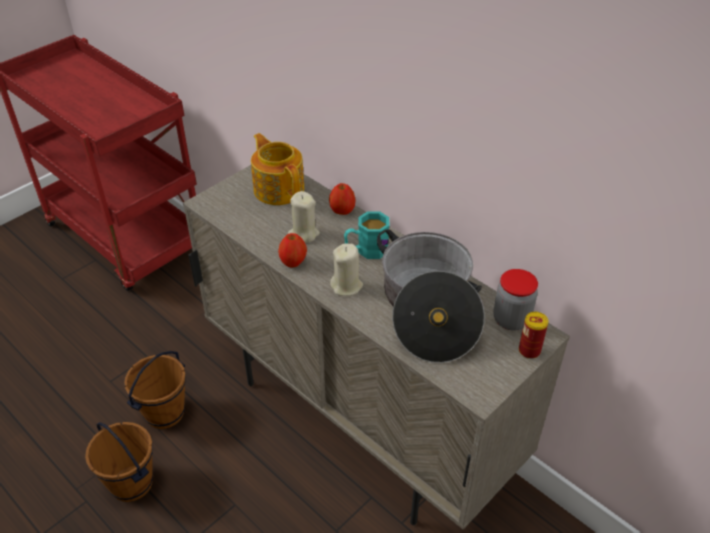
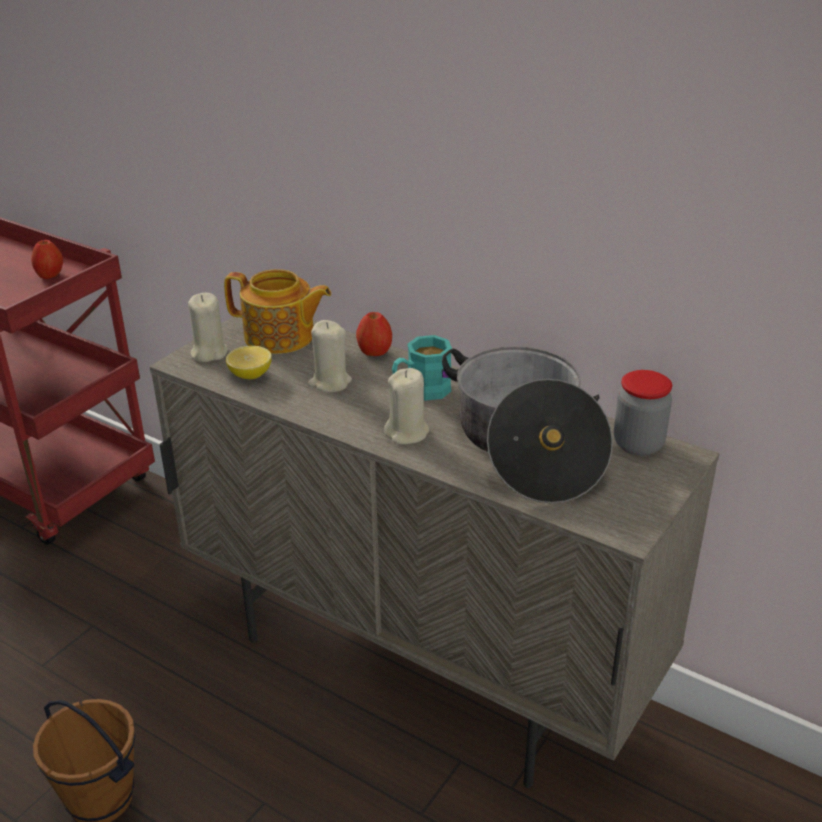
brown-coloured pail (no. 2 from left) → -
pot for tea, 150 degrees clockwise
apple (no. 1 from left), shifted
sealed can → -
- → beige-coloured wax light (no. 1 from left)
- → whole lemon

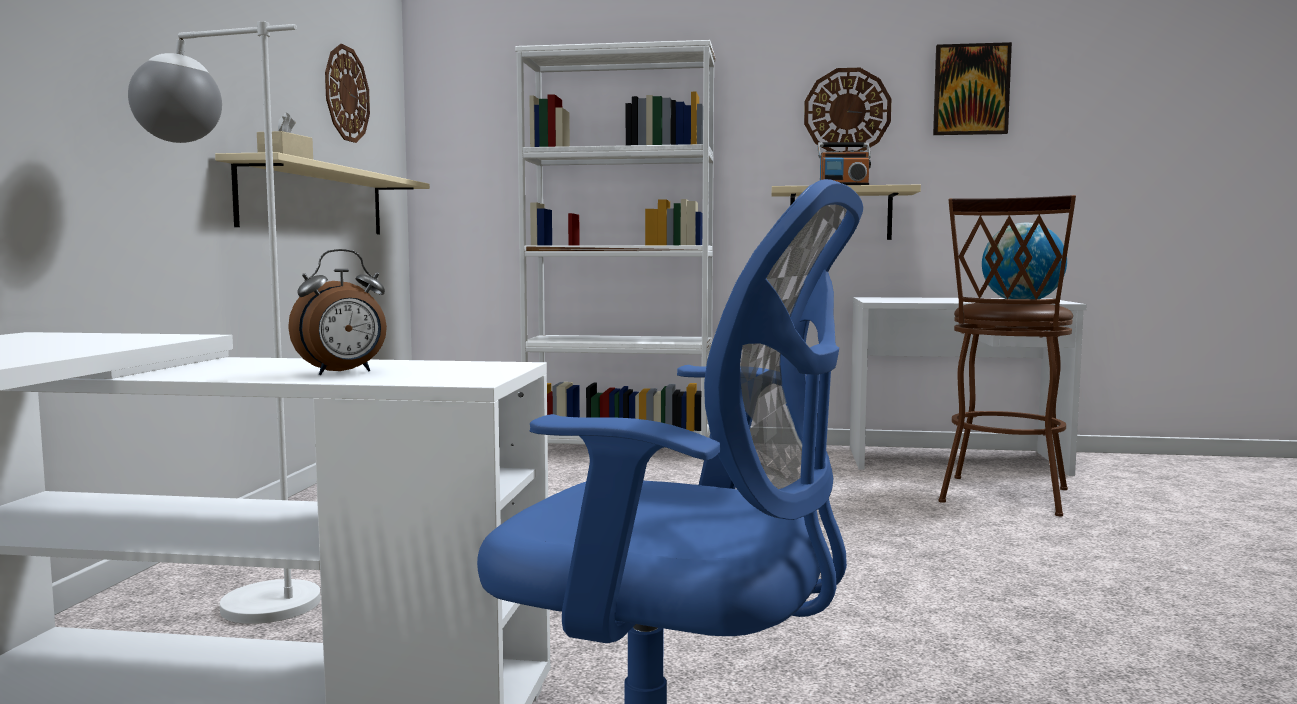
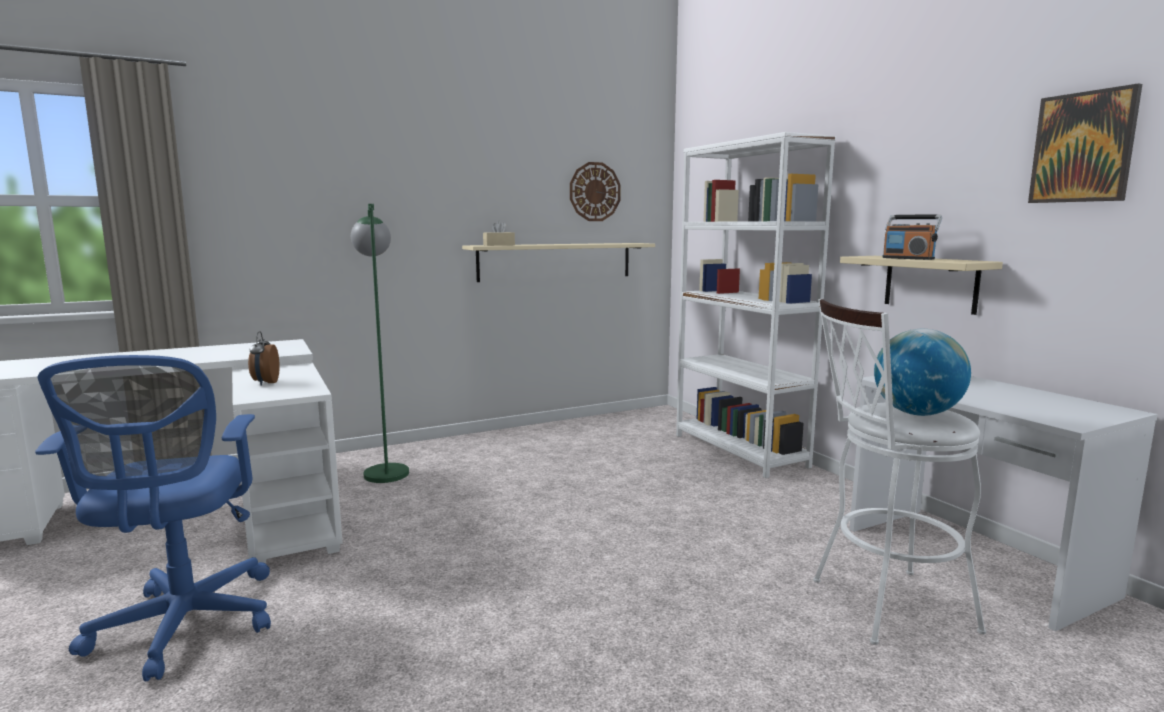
white-coloured floor lamp → green floor lamp
table clock, 60 degrees clockwise
wall clock (no. 2 from left) → -
brown-coloured sitting stool → white-coloured sitting stool

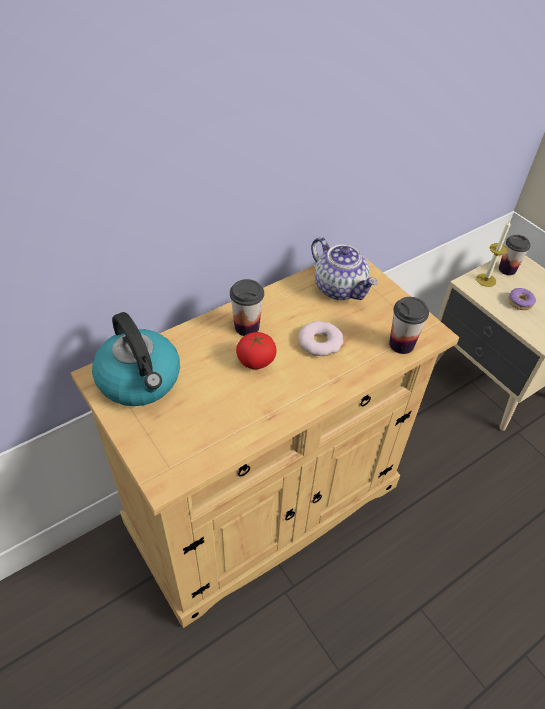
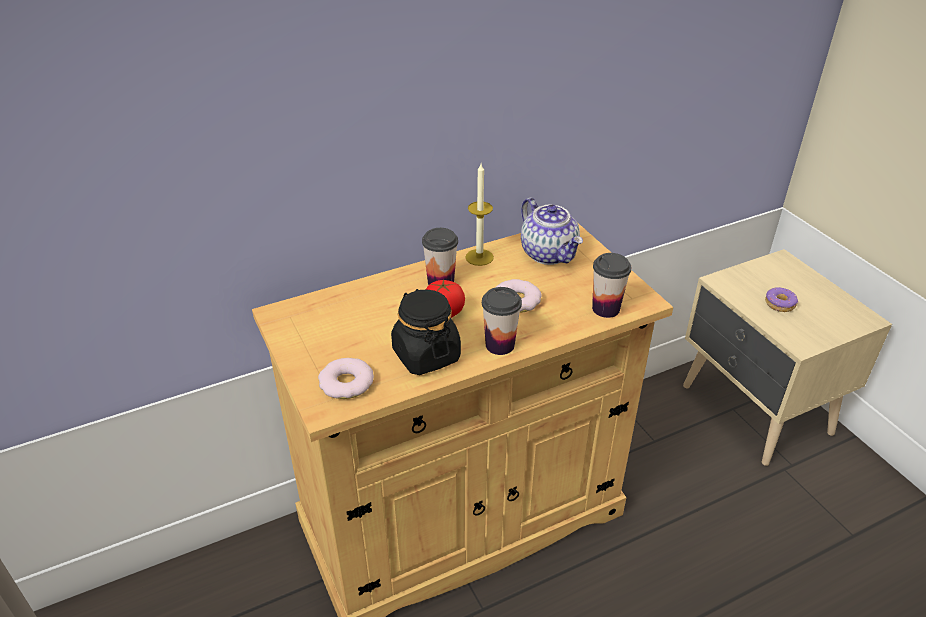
kettle → -
wax light, shifted
cup (no. 3 from left in the first image) → cup (no. 2 from left), shifted
- → donut (no. 1 from left)
- → black-coloured jar

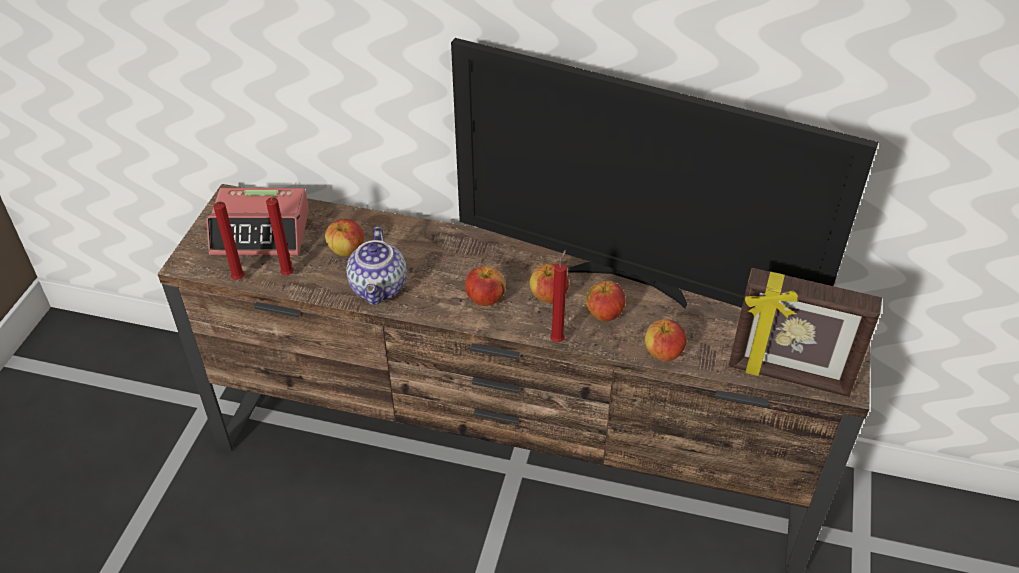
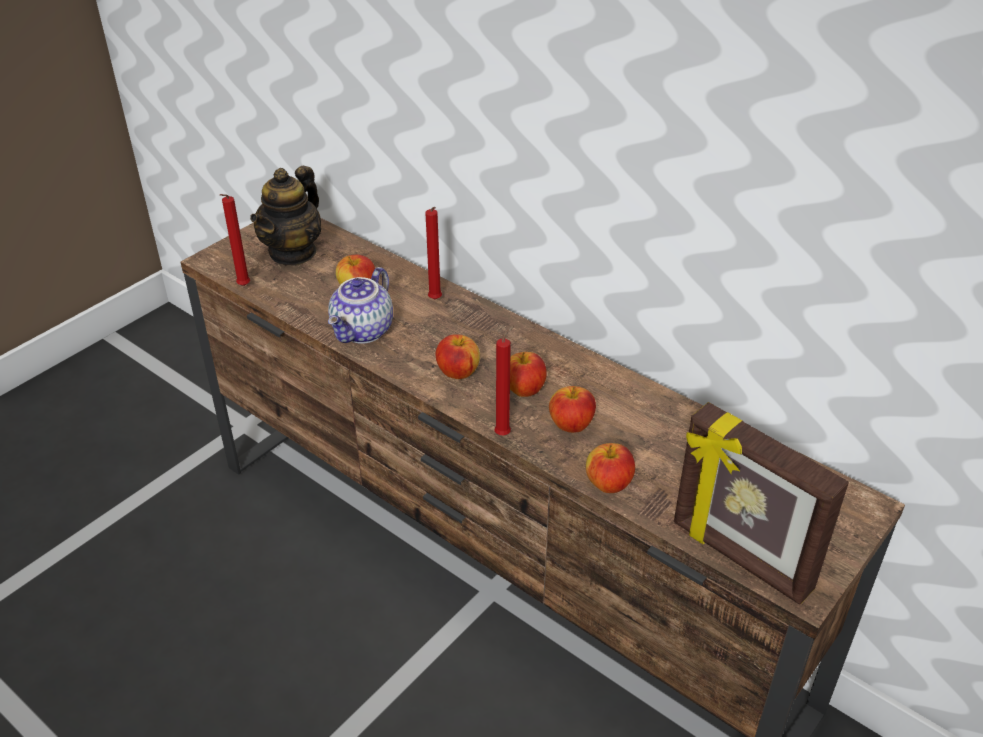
table clock → pot for tea (no. 1 from left)
red wax light (no. 2 from left), shifted
TV → -

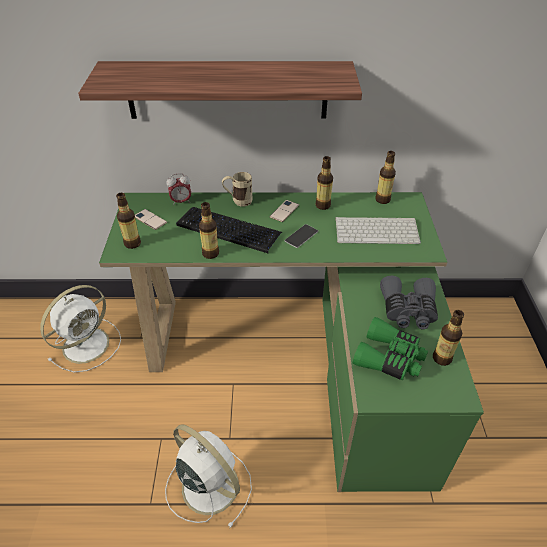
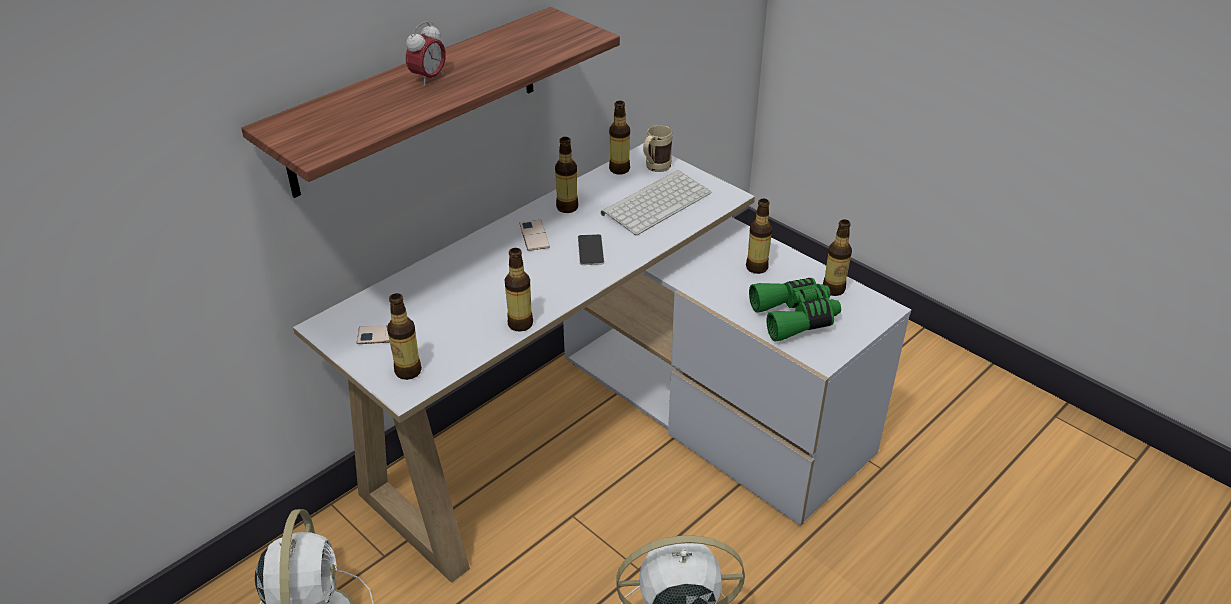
green desk table → white-coloured desk table
table clock, shifted
PC keyboard (no. 1 from left) → -
beige-coloured coffee mug, shifted
greyish binoculars → beverage bottle (no. 5 from left)

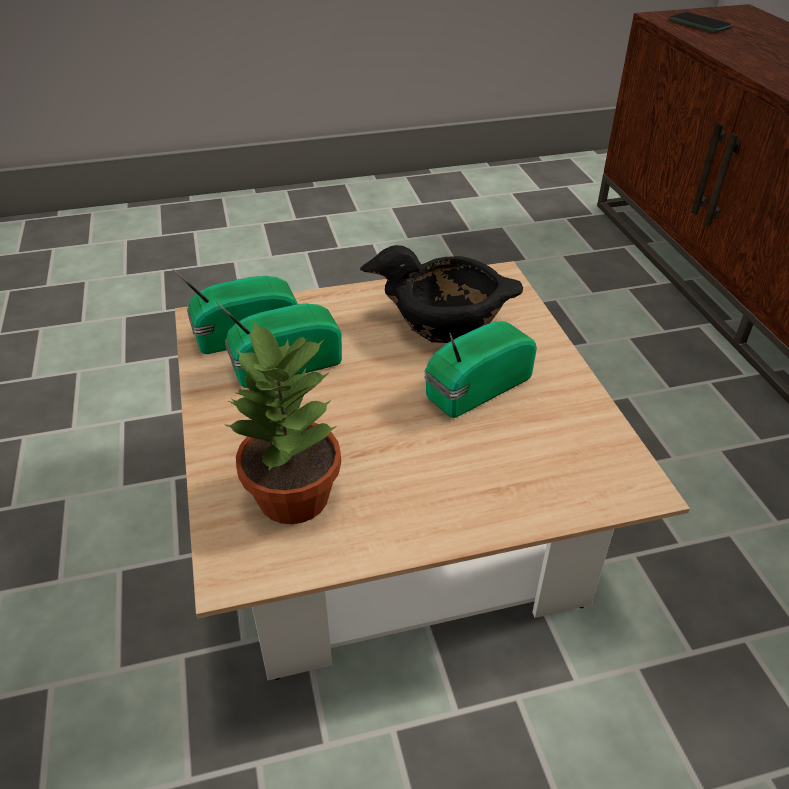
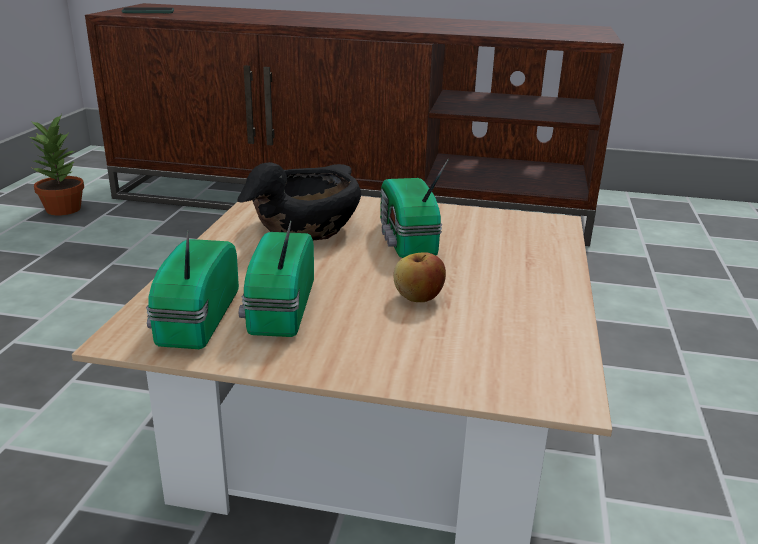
houseplant, shifted
- → apple

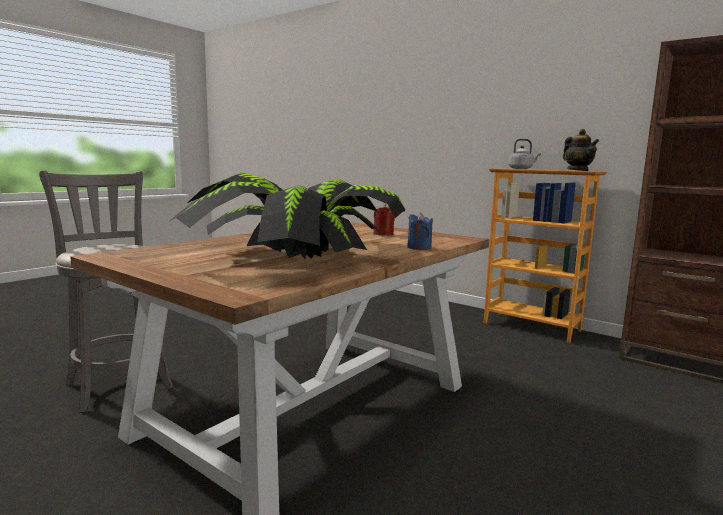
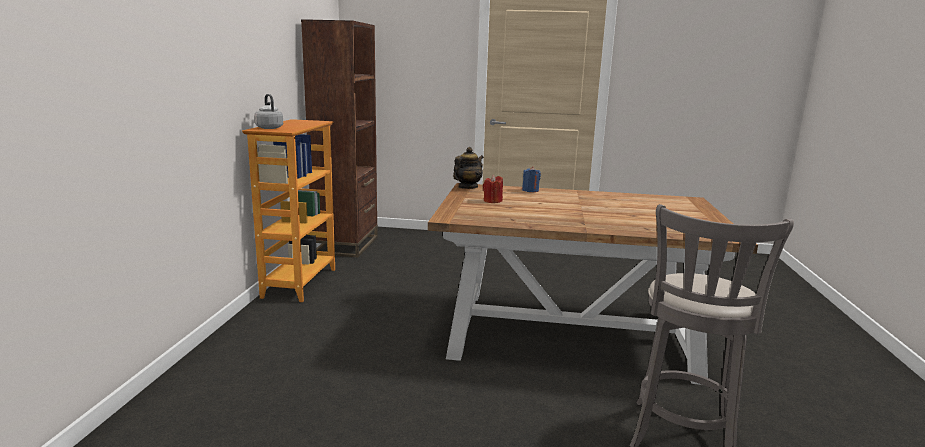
houseplant → -
pot for tea, shifted

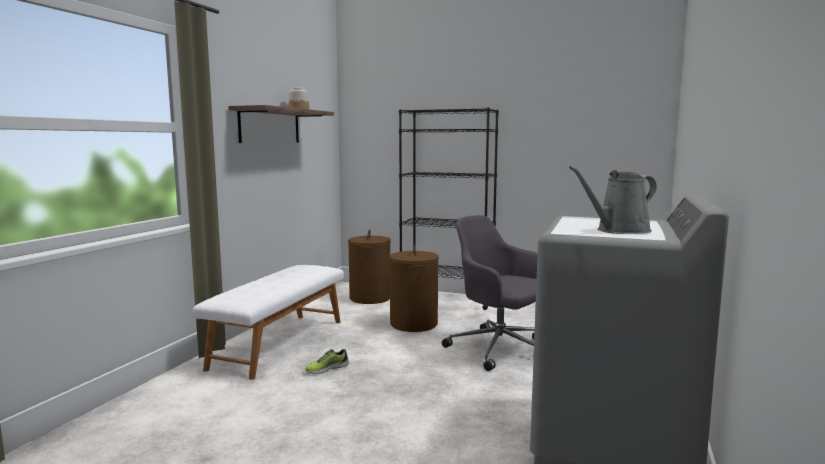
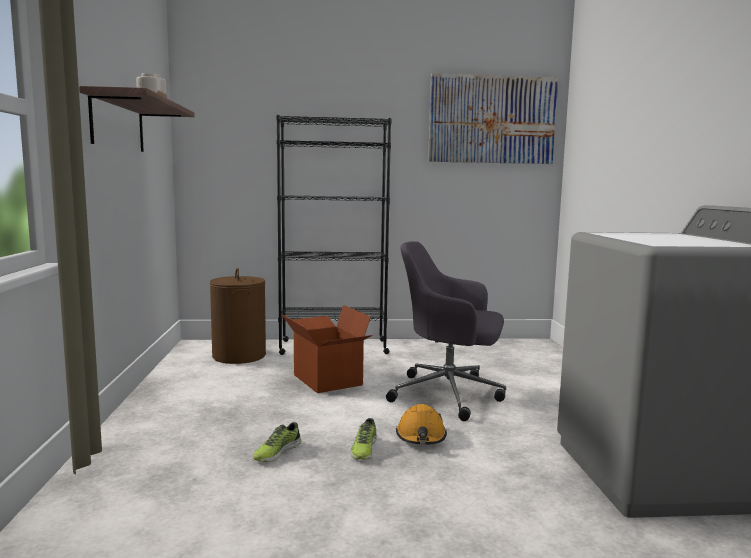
white-coloured bench → -
brown-coloured washing basket (no. 2 from left) → cardboard box
greyish sprinkling can → -
- → item of footwear (no. 2 from left)
- → orange hard hat
- → picture

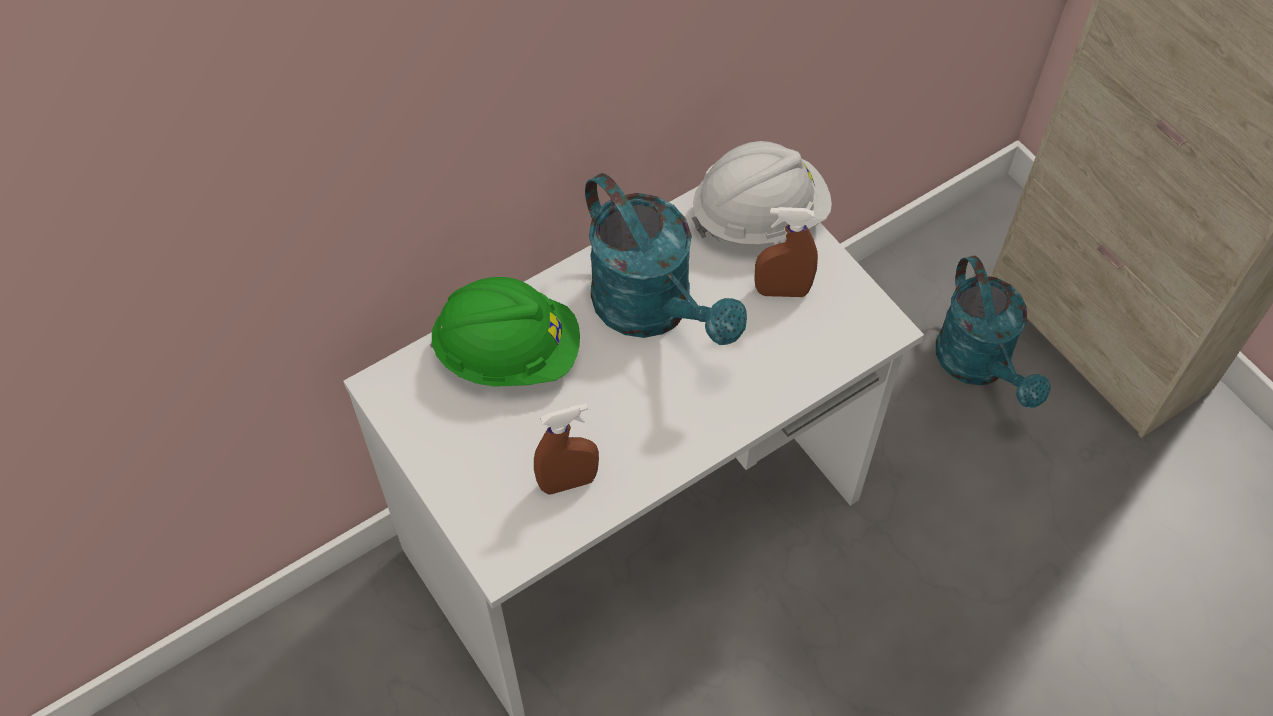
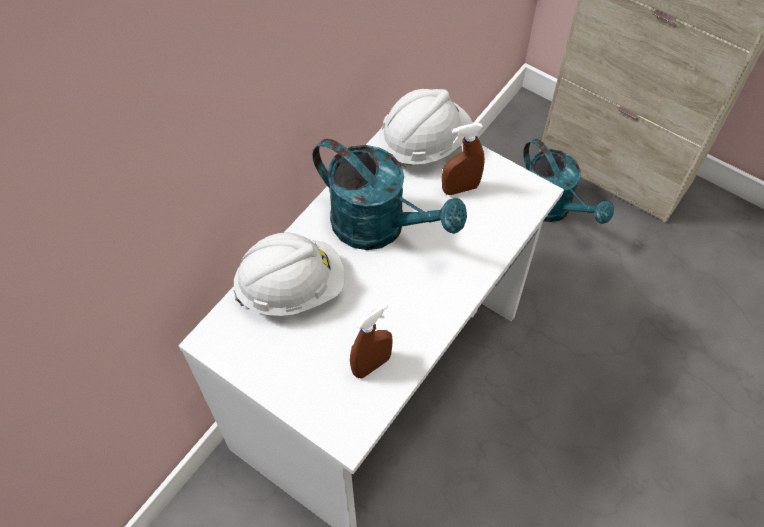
green hard hat → white-coloured hard hat (no. 1 from left)

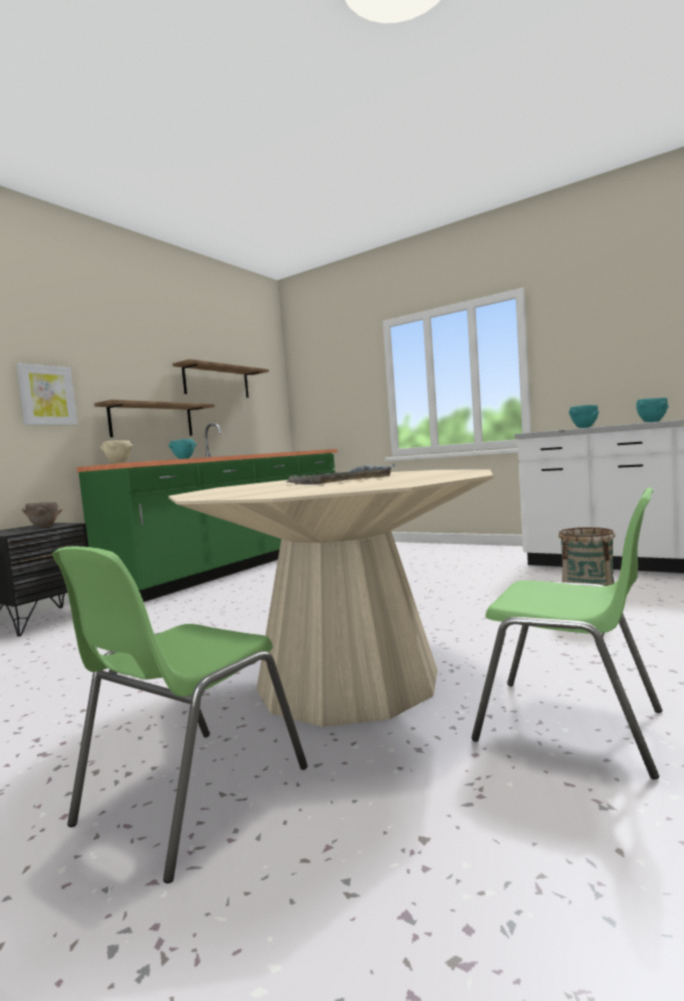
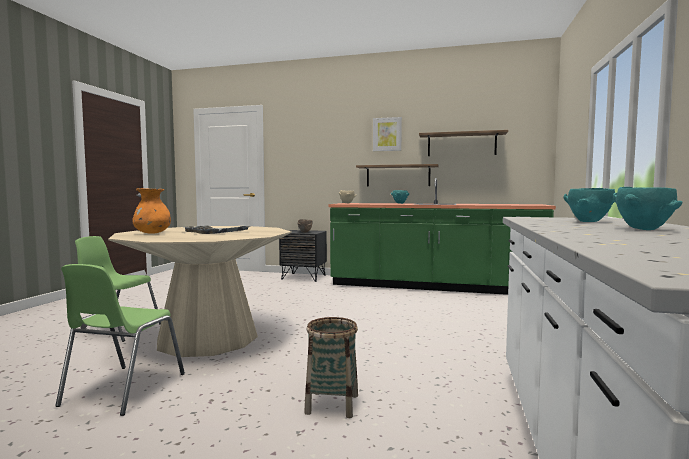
picture, shifted
- → orange decorative vase

